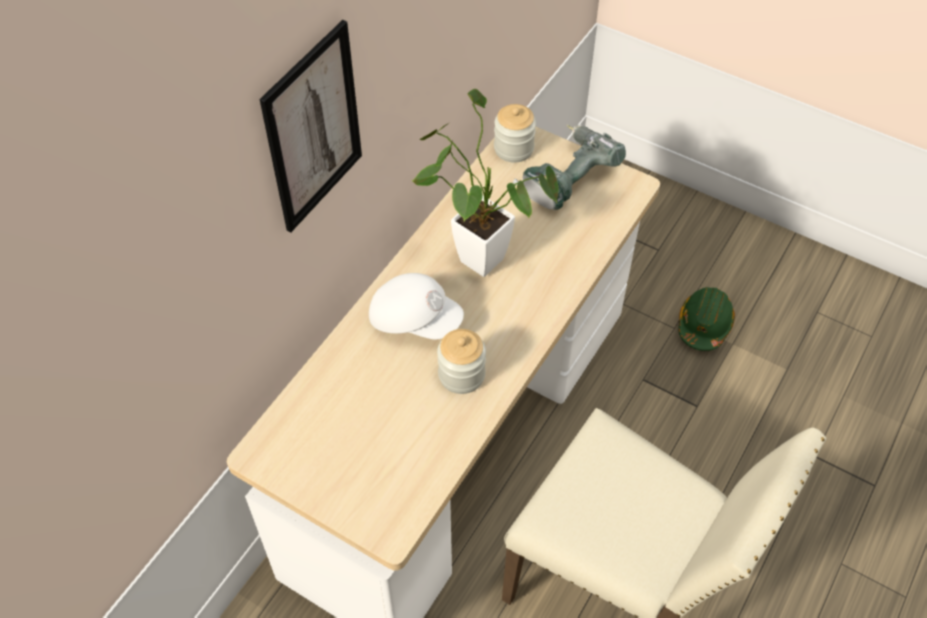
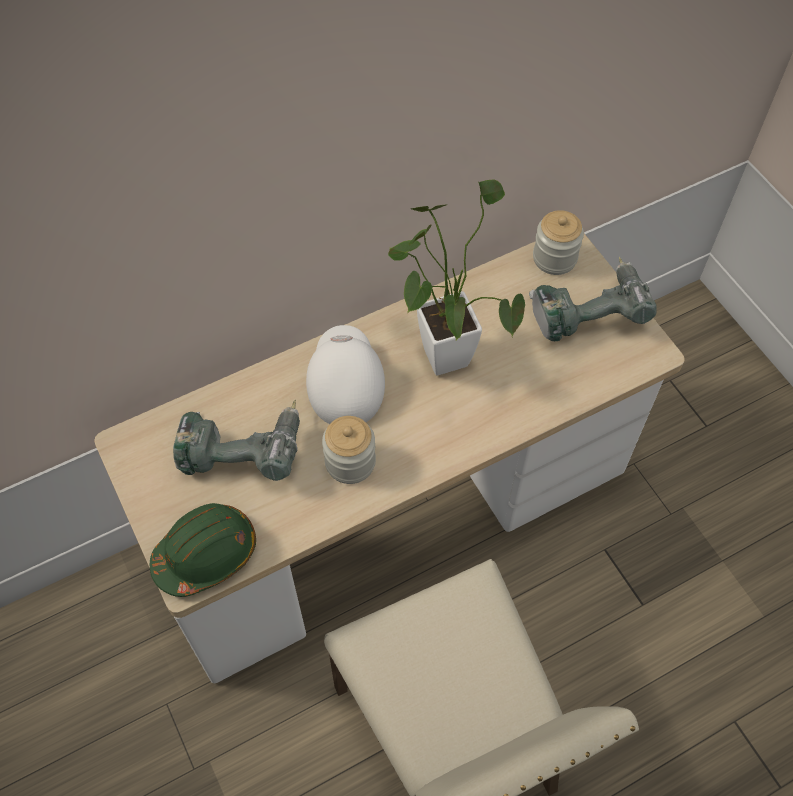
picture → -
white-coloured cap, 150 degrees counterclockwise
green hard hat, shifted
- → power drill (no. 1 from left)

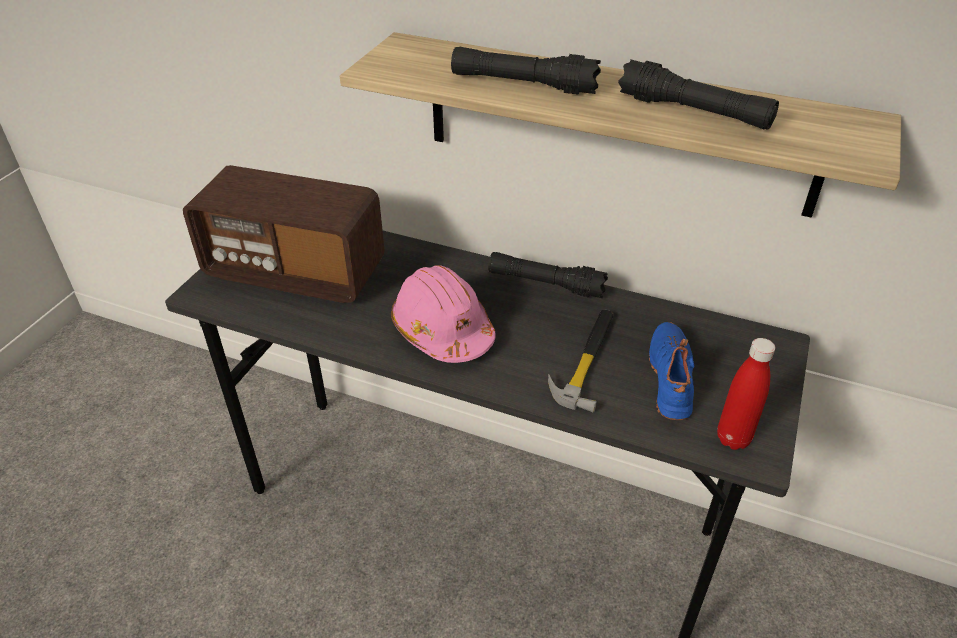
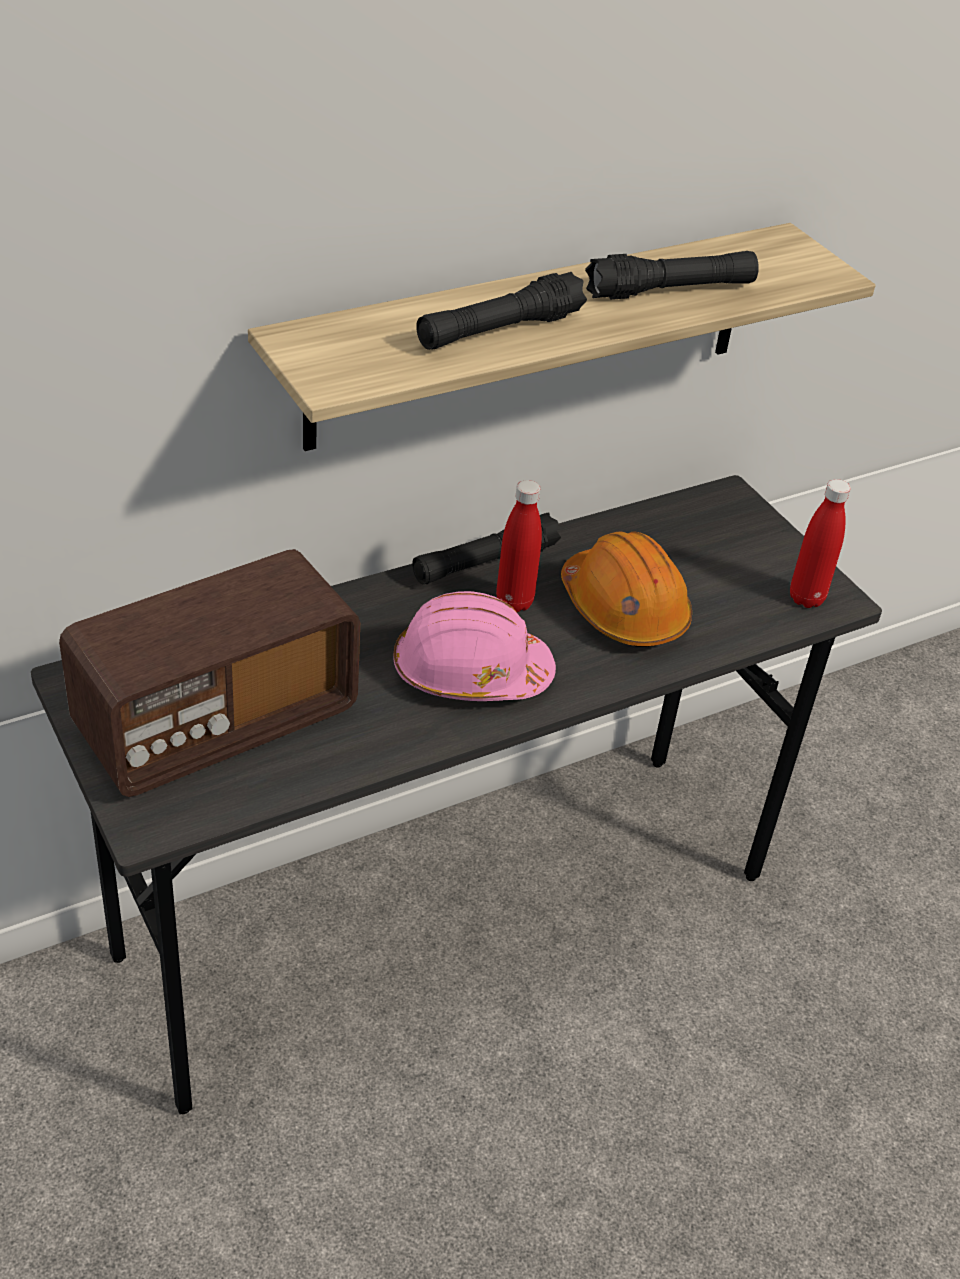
hand hammer → orange hard hat
blue item of footwear → -
- → red beverage bottle (no. 1 from left)

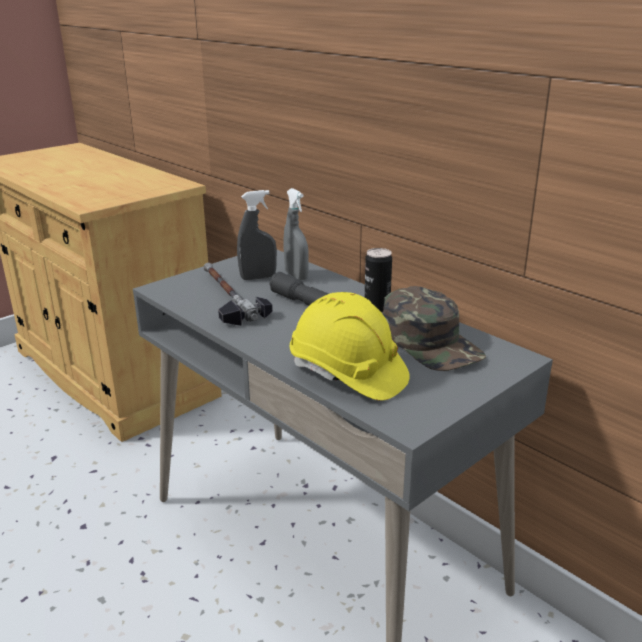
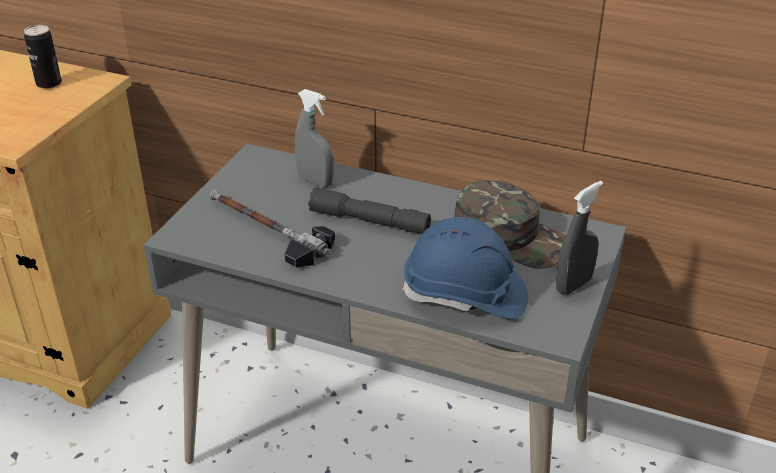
greyish hand sprayer (no. 1 from left in the first image) → greyish hand sprayer (no. 2 from left), shifted
yellow-coloured hard hat → blue hard hat
sealed can, shifted

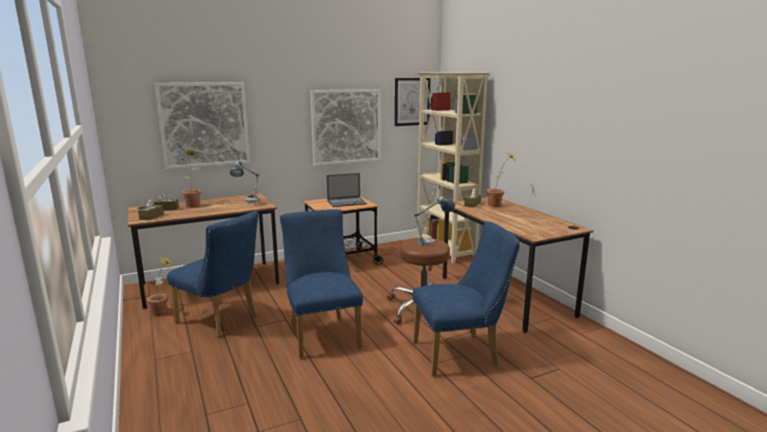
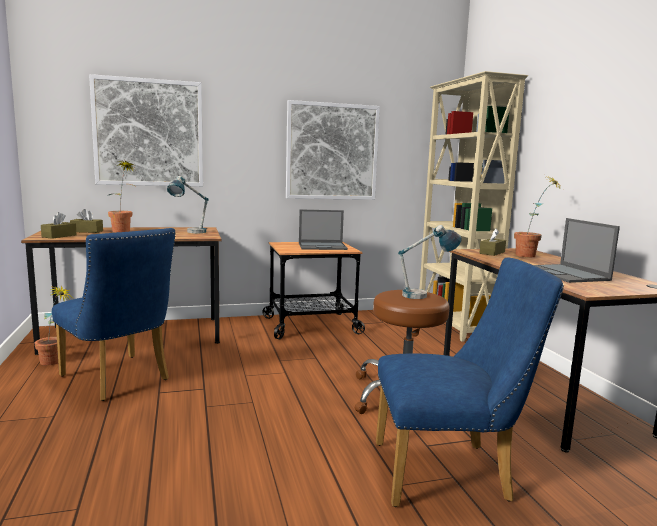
blue chair (no. 2 from left) → -
picture (no. 3 from left) → -
- → laptop (no. 2 from left)

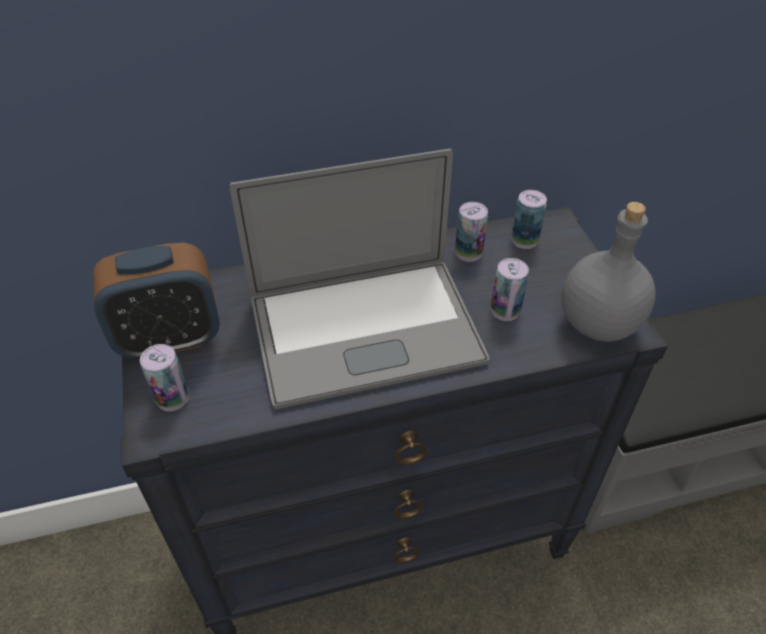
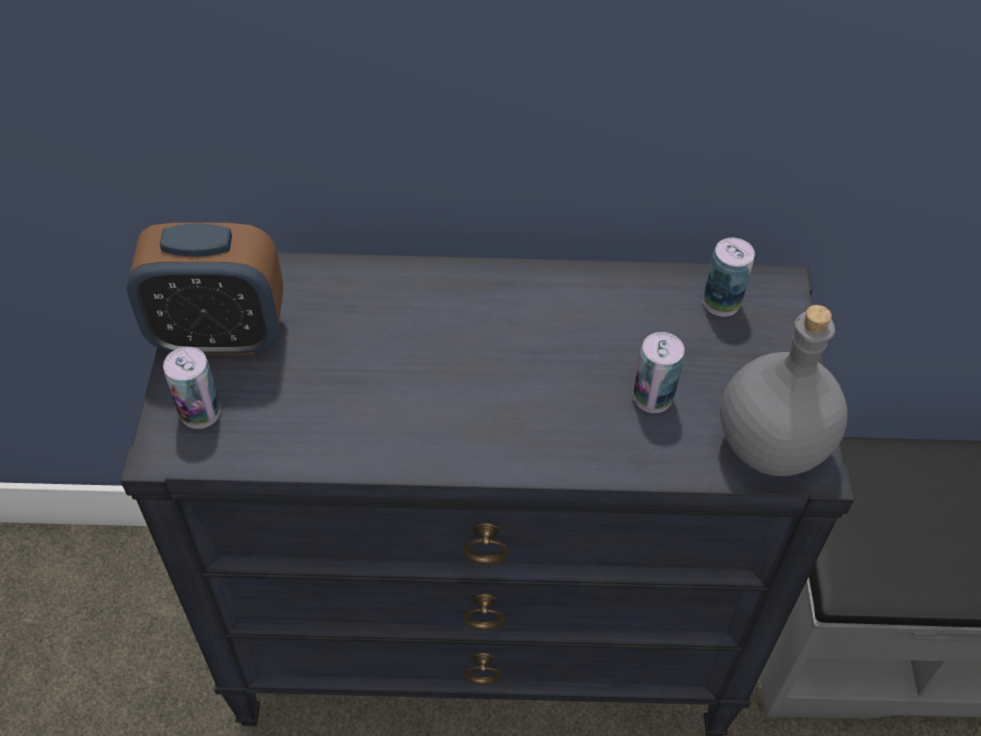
laptop → -
sealed can (no. 2 from left) → -

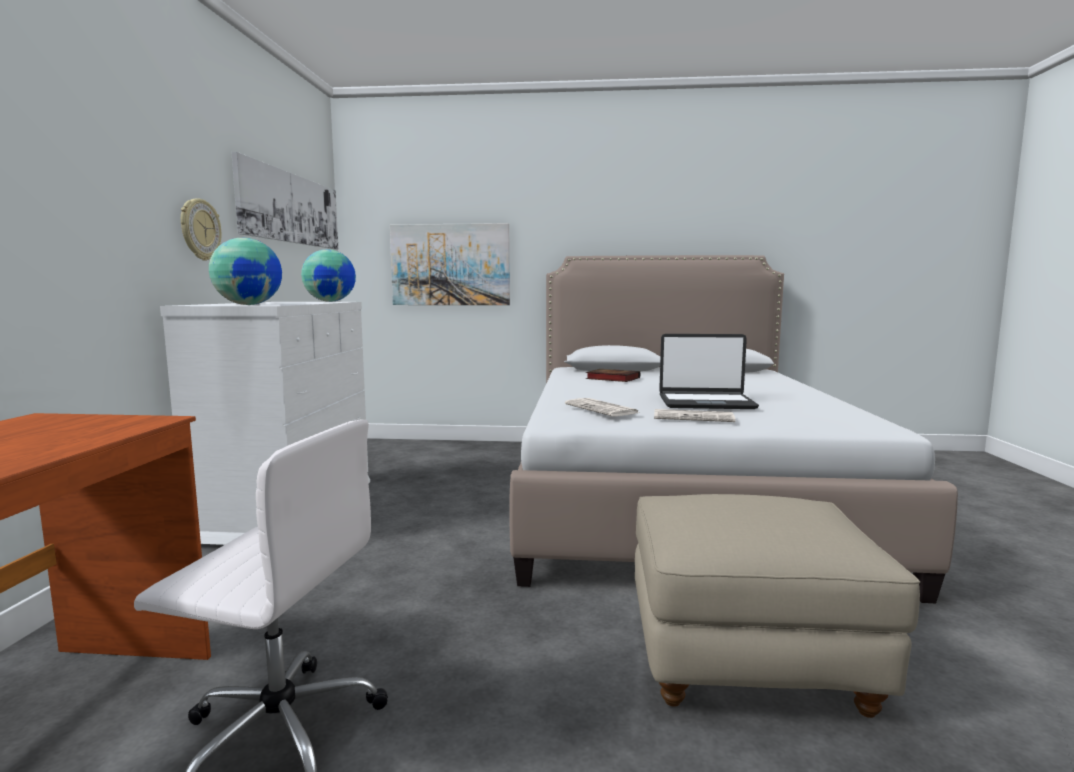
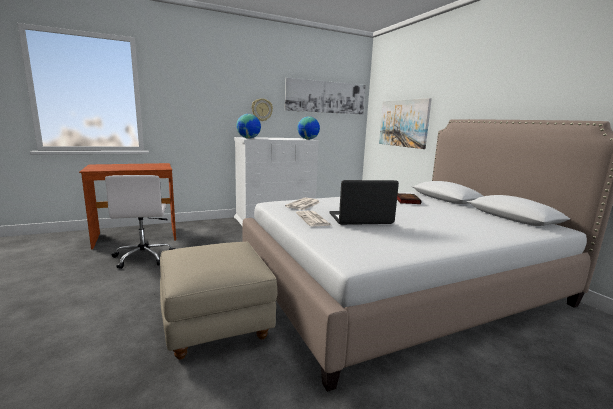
laptop, 105 degrees clockwise

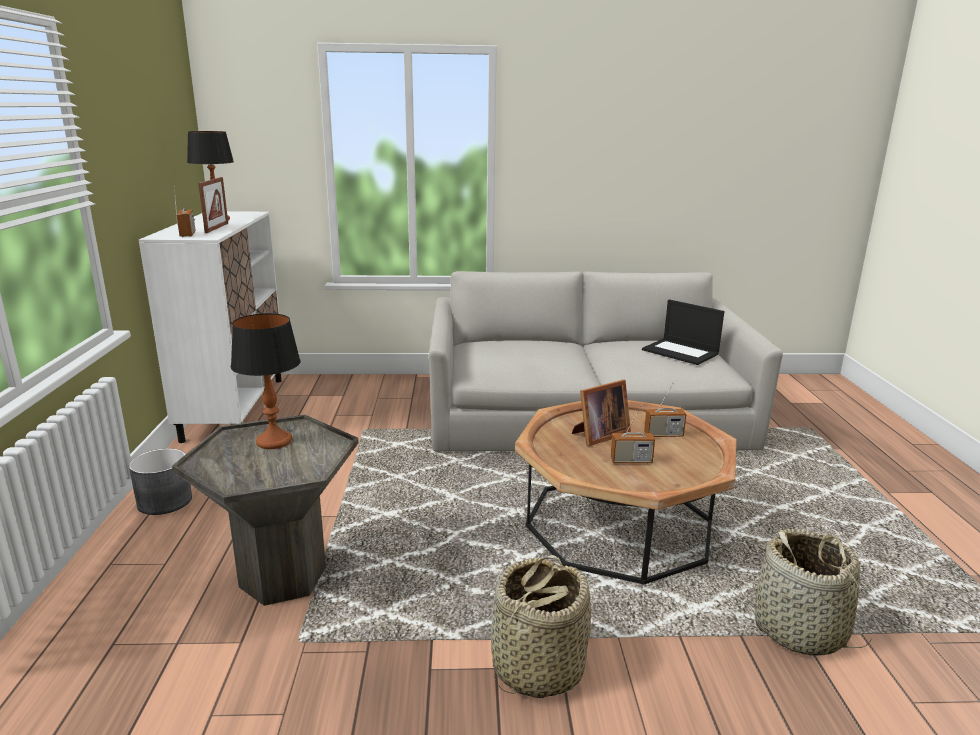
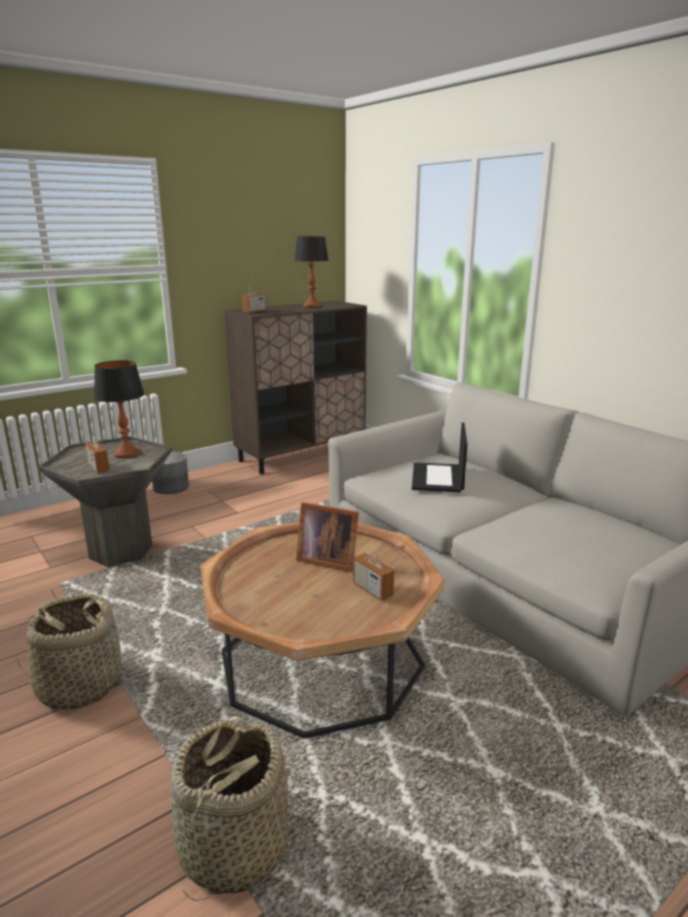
white-coloured cupboard → brown-coloured cupboard
picture frame (no. 1 from left) → -
radio receiver (no. 2 from left in the first image) → radio receiver (no. 1 from left), shifted
laptop, shifted

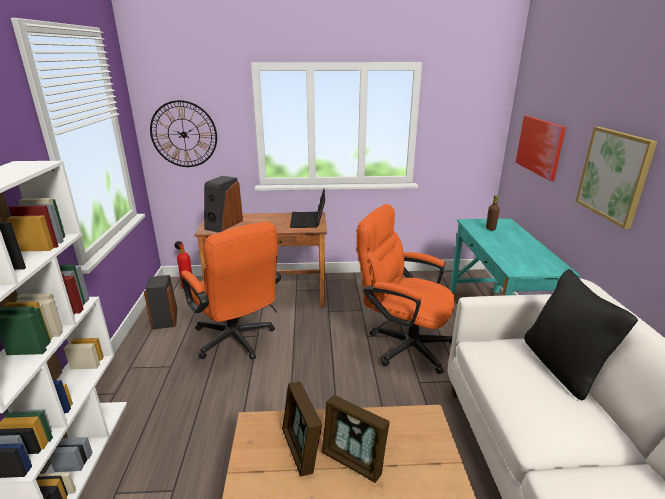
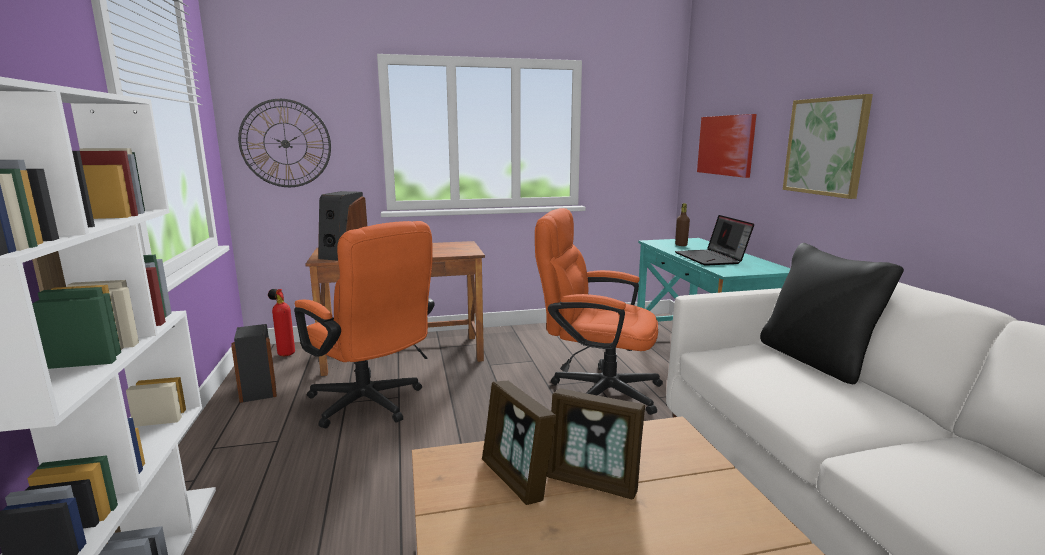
laptop, shifted

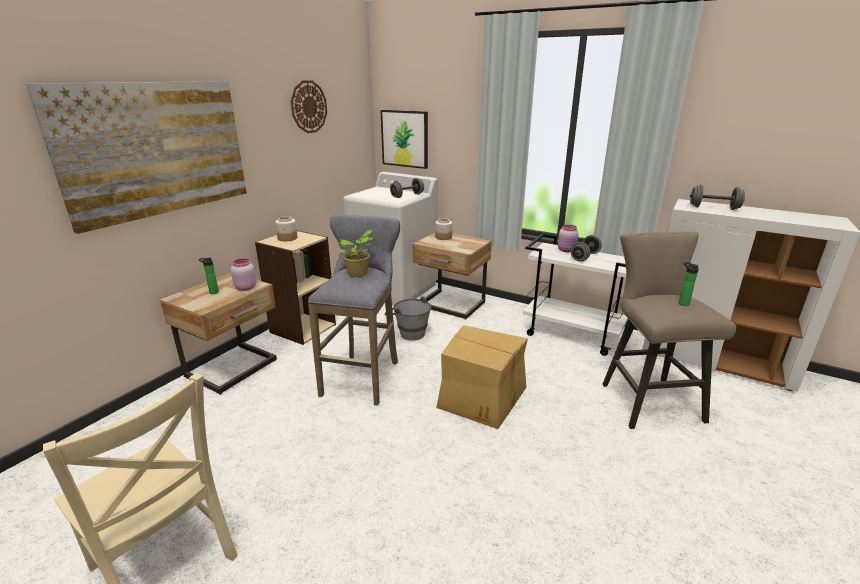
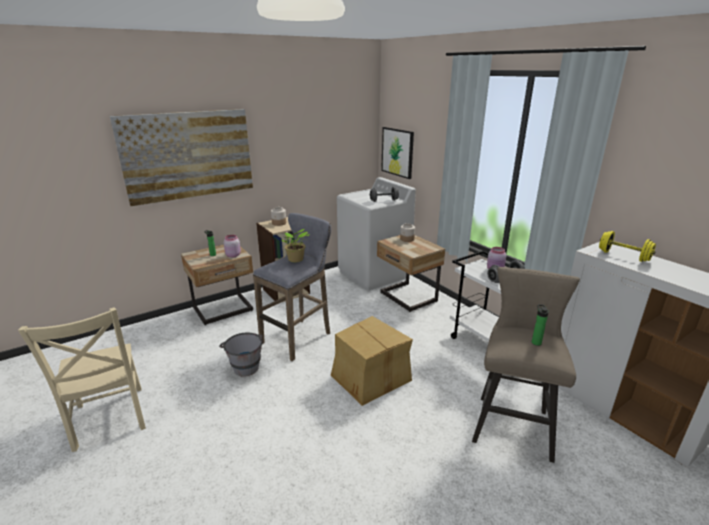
wall clock → -
greyish pail, shifted
greyish dumbbell (no. 3 from left) → yellow-coloured dumbbell

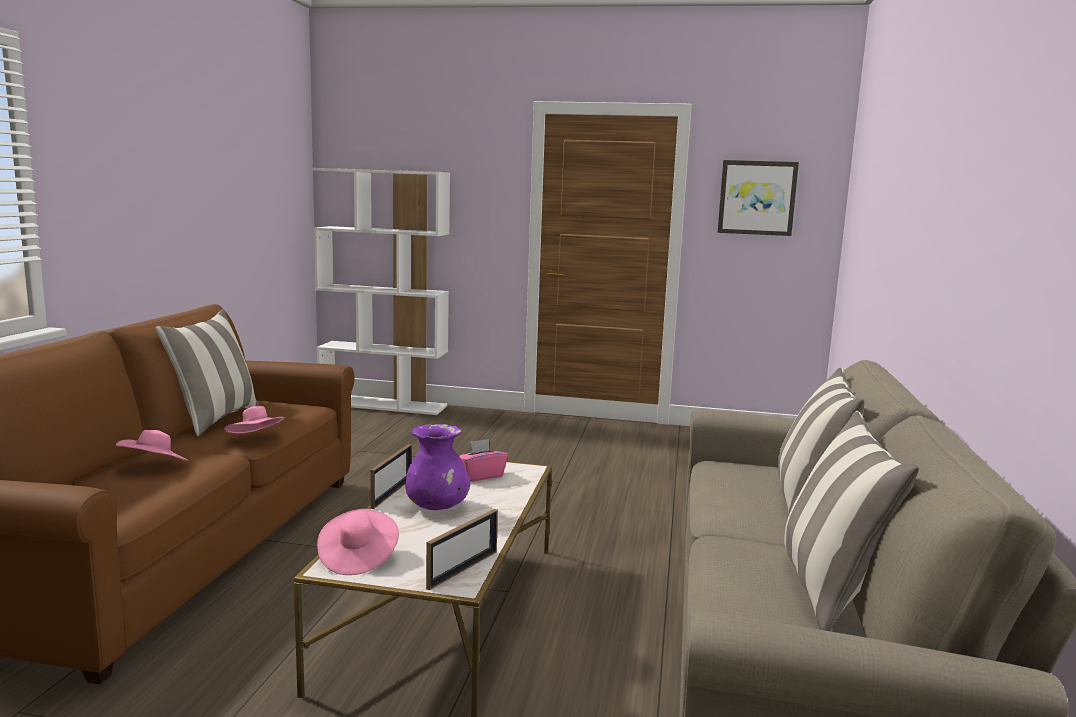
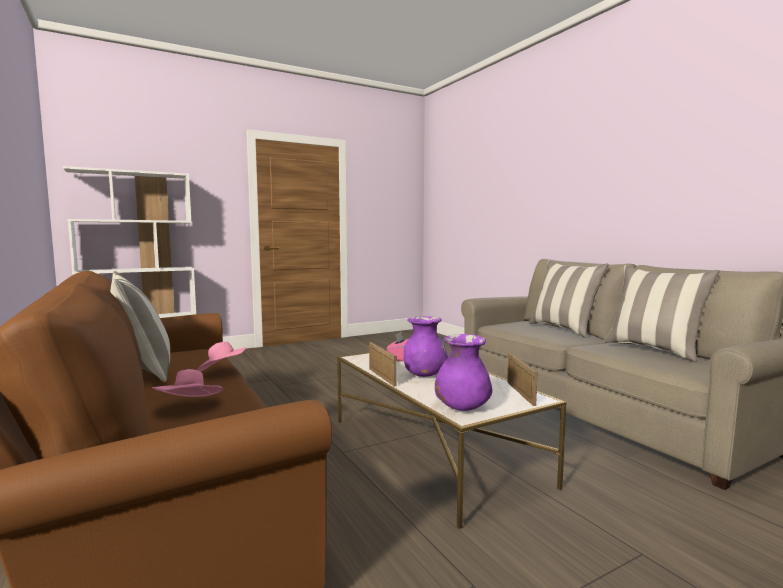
pink-coloured clothing hat (no. 3 from left) → purple-coloured decorative vase (no. 2 from left)
picture → -

